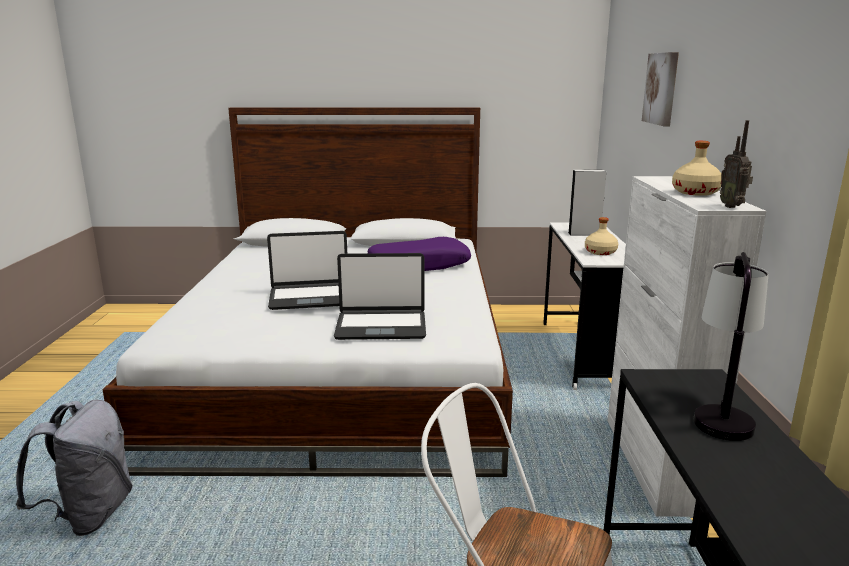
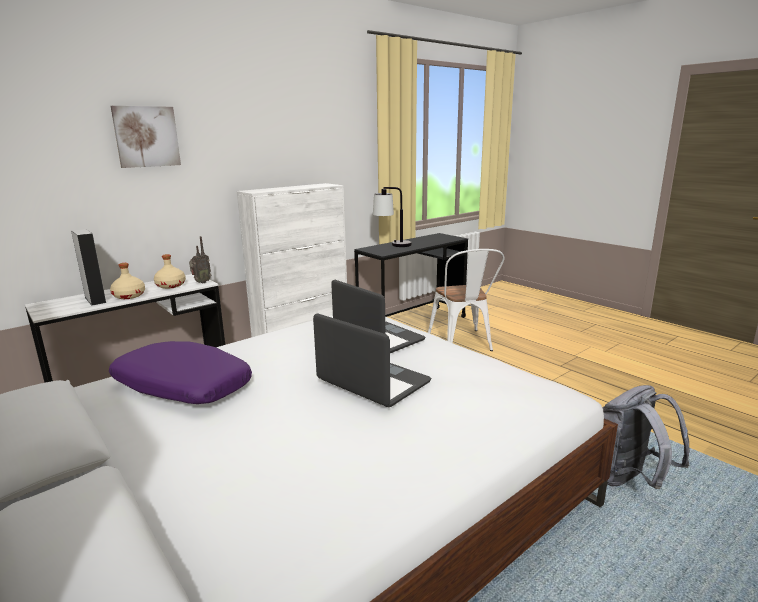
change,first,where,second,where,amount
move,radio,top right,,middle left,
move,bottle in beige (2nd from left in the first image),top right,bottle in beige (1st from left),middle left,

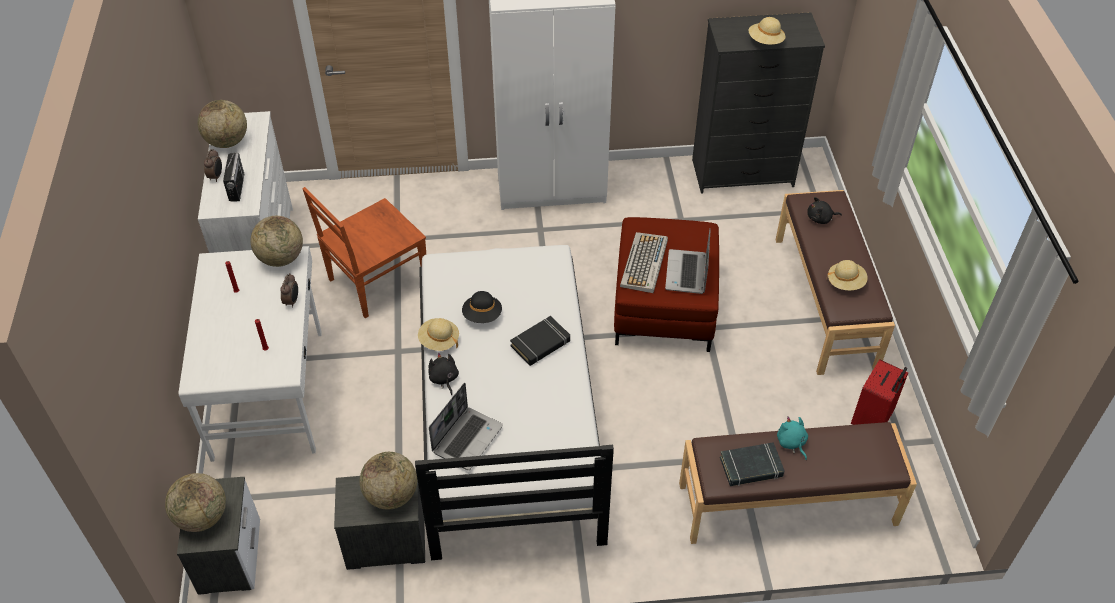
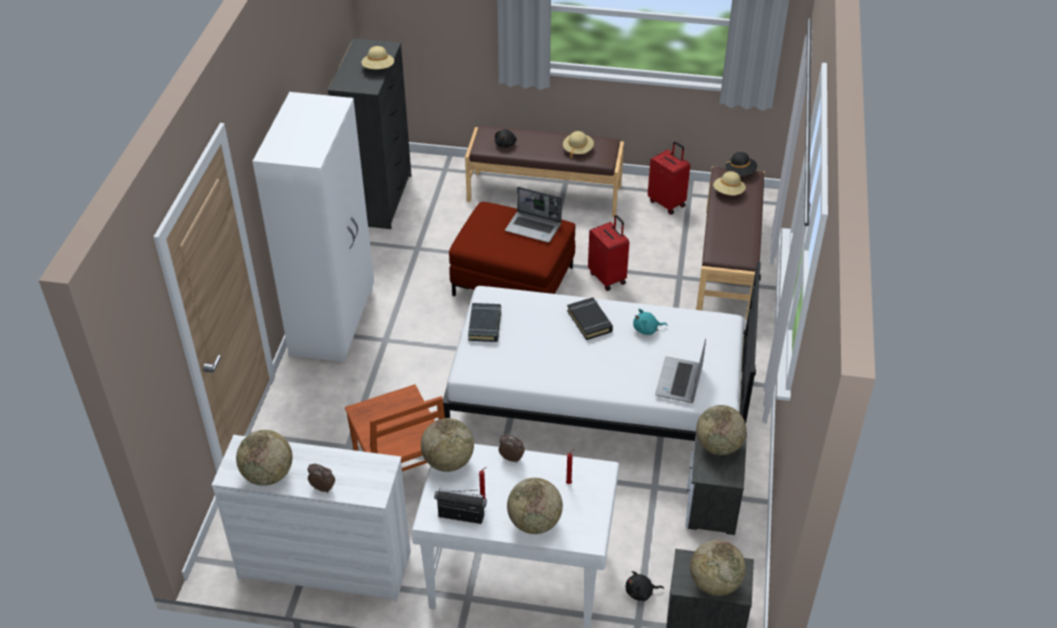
change,first,where,second,where,amount
move,radio,top left,,bottom centre,
delete,keyboard,centre,,,
move,hat in black,centre,,top right,
move,hat in beige (1st from left in the first image),centre,hat in beige (3rd from left),top right,
move,plush toy in black (1st from left in the first image),centre,plush toy in black (2nd from left),bottom centre,
rotate,laptop (1st from left in the first image),bottom centre,laptop (2nd from left),centre,120 degrees counterclockwise
move,plush toy in turquoise,bottom right,,centre,
move,book in black (2nd from left in the first image),bottom right,book in black (1st from left),centre,
insert,,,suitcase in red (1st from left),centre,
insert,,,globe (3rd from left),bottom centre,

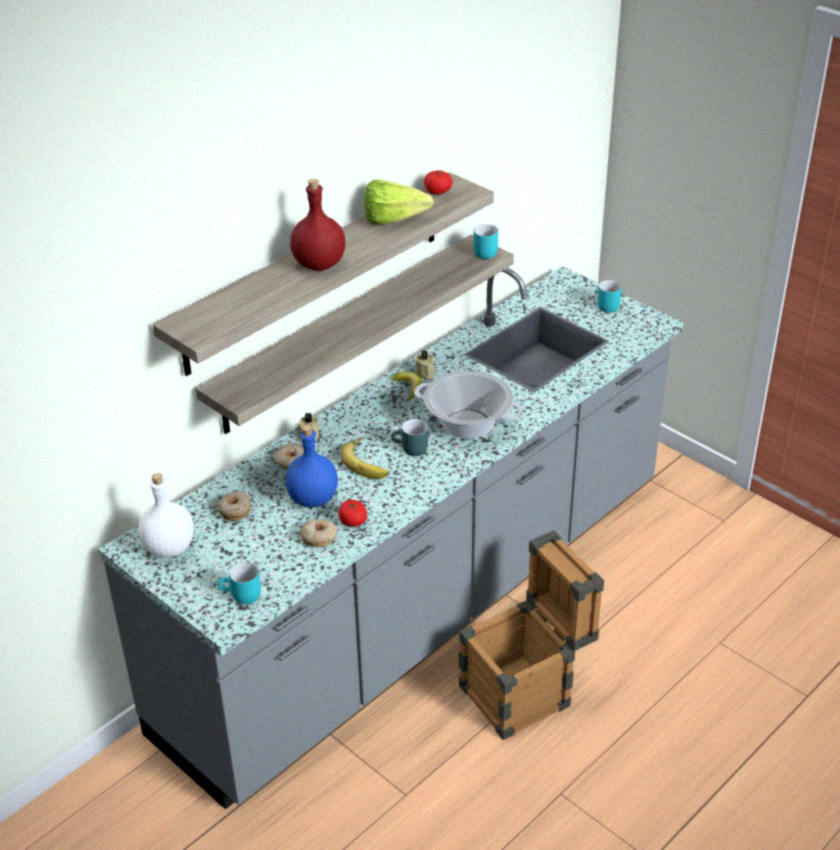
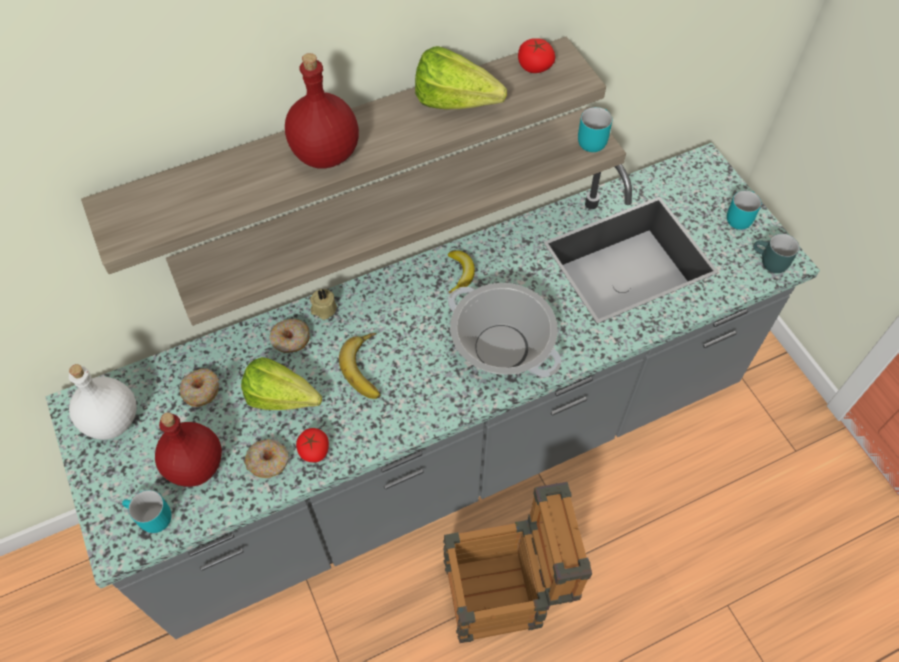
change,first,where,second,where,amount
delete,candle in beige (2nd from left),centre,,,
move,mug in turquoise (2nd from left in the first image),centre,mug in turquoise (4th from left),middle right,
replace,bottle in blue,centre,lettuce (1st from left),middle left,
insert,,,bottle in red (1st from left),bottom left,

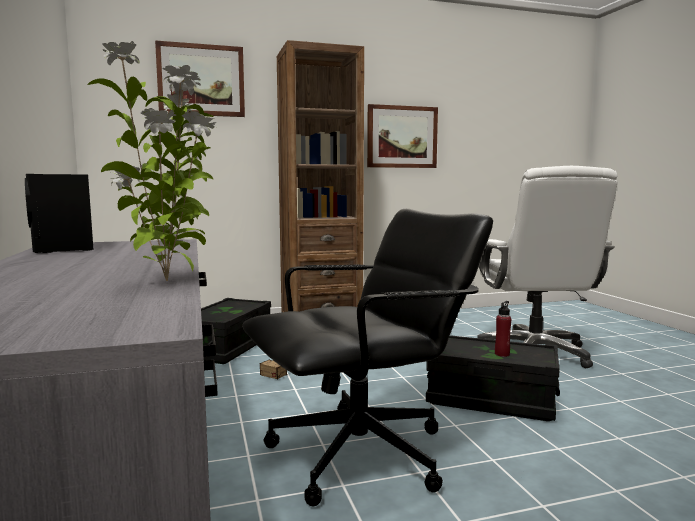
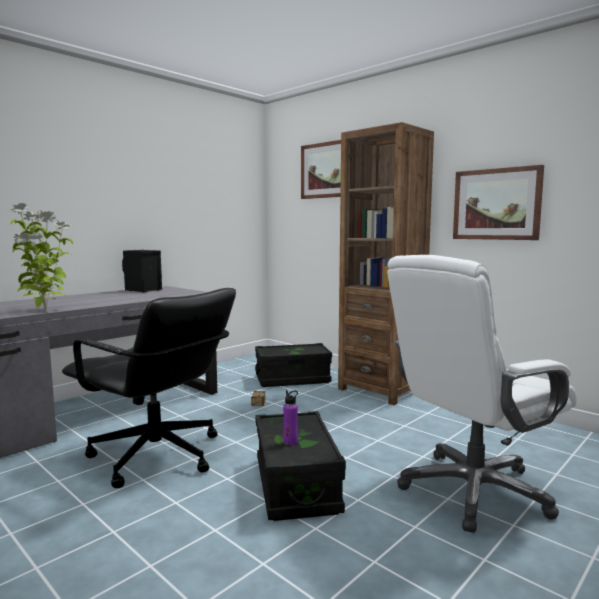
change,first,where,second,where,amount
recolor,bottle in red,middle right,bottle in purple,bottom centre,

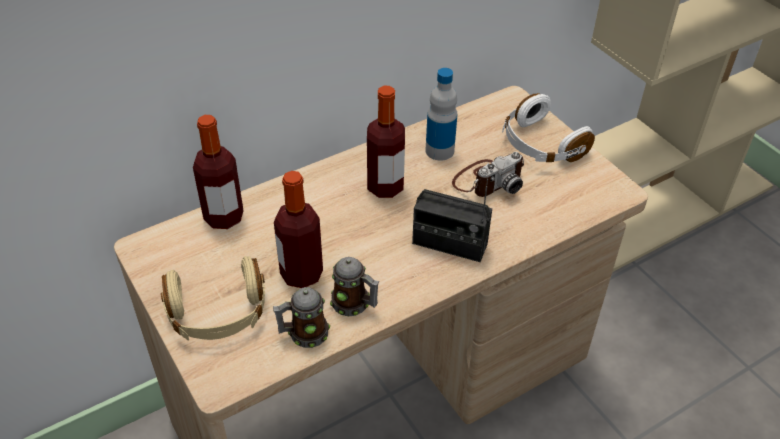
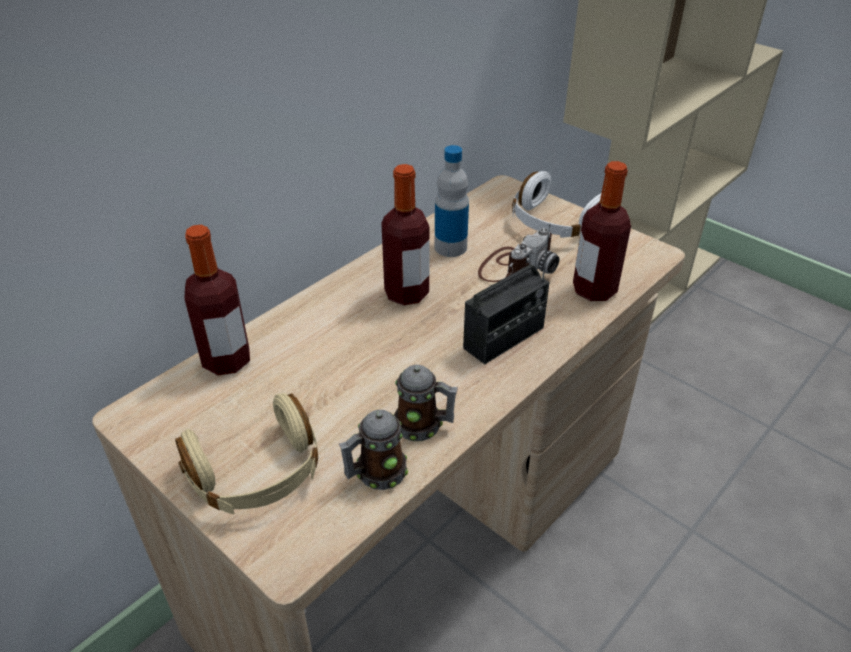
change,first,where,second,where,amount
move,bottle (2nd from left in the first image),centre,bottle (4th from left),middle right,
rotate,radio,centre,,centre,45 degrees counterclockwise

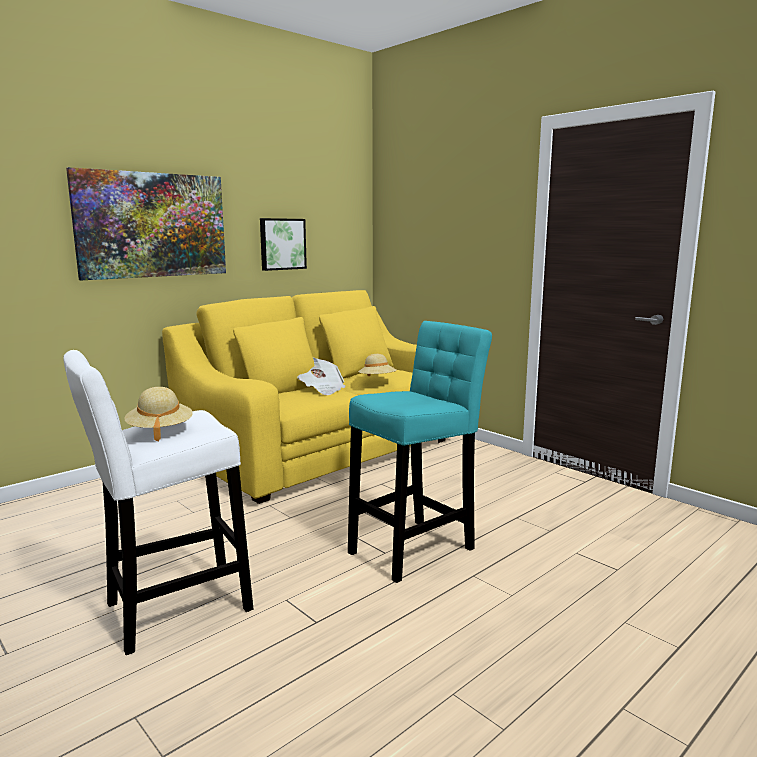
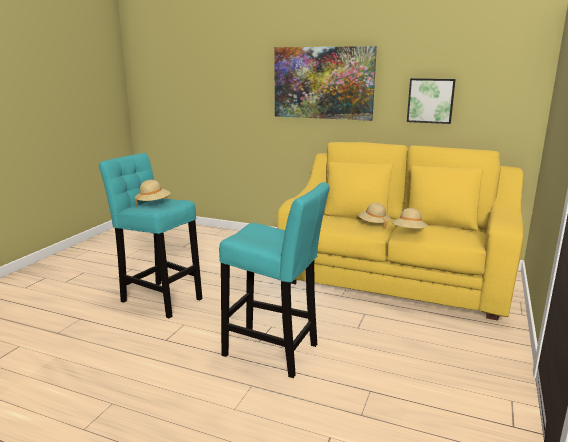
change,first,where,second,where,amount
recolor,stool in white,middle left,stool in turquoise (1st from left),middle left,
replace,newspaper,centre,hat in beige (2nd from left),centre,

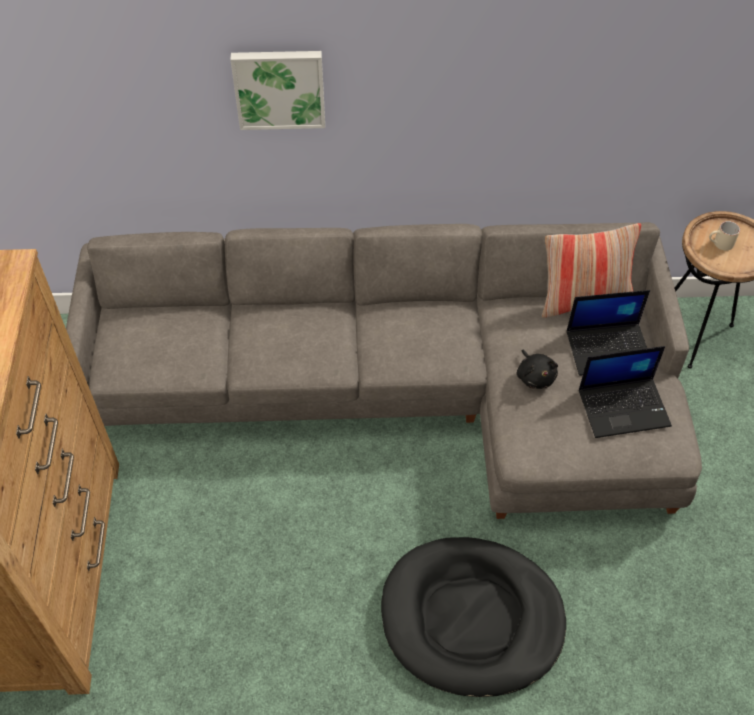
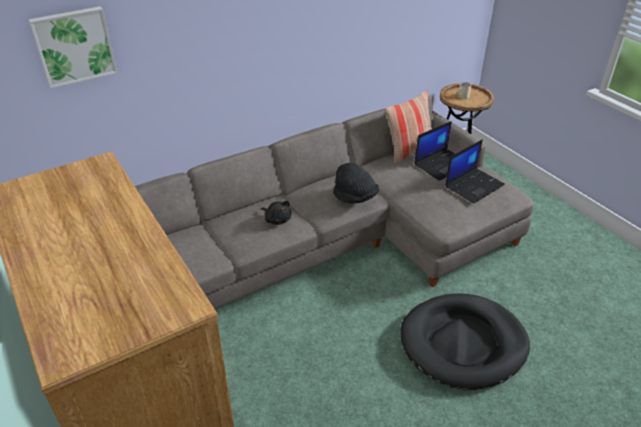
change,first,where,second,where,amount
move,picture,top centre,,top left,
move,plush toy in black,middle right,,centre,
insert,,,hat in black,centre,

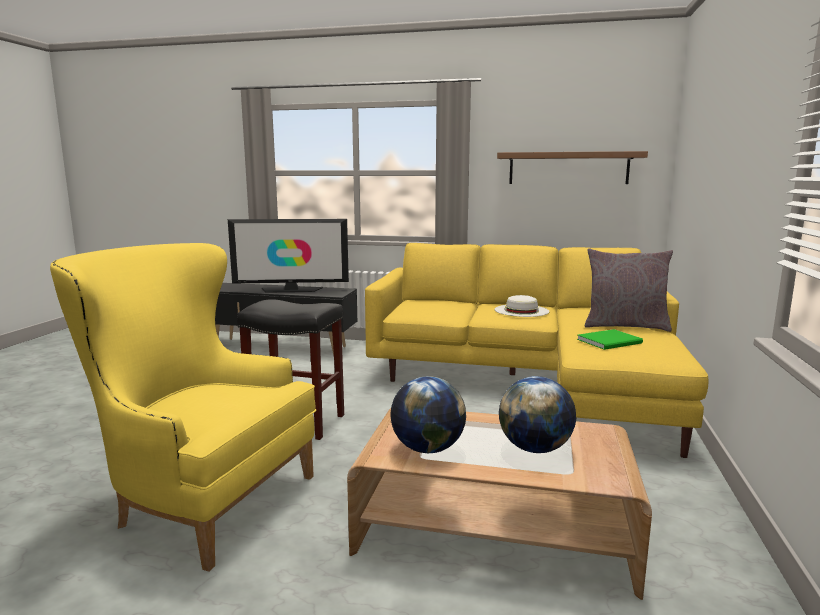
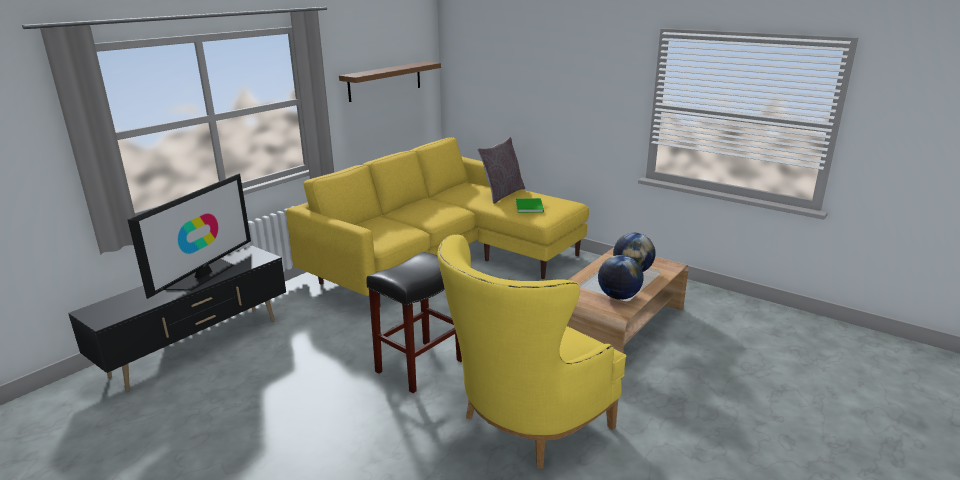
change,first,where,second,where,amount
delete,hat in white,centre,,,

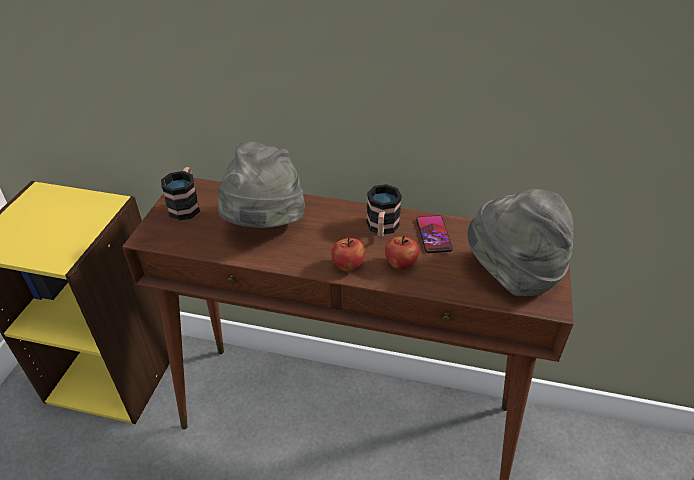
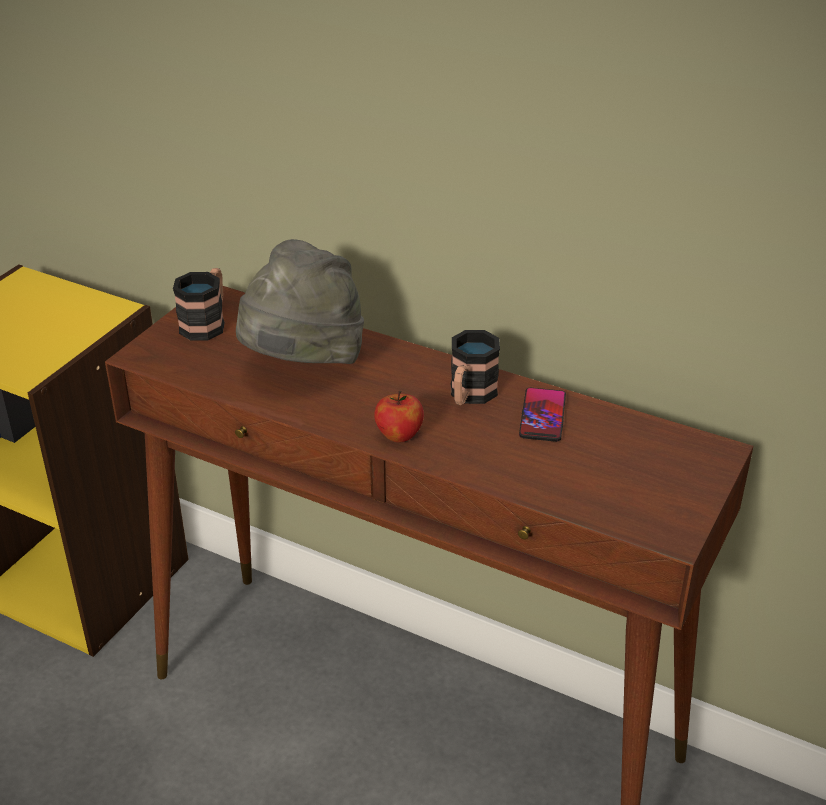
change,first,where,second,where,amount
delete,hat in grey (2nd from left),middle right,,,
delete,apple (2nd from left),centre,,,

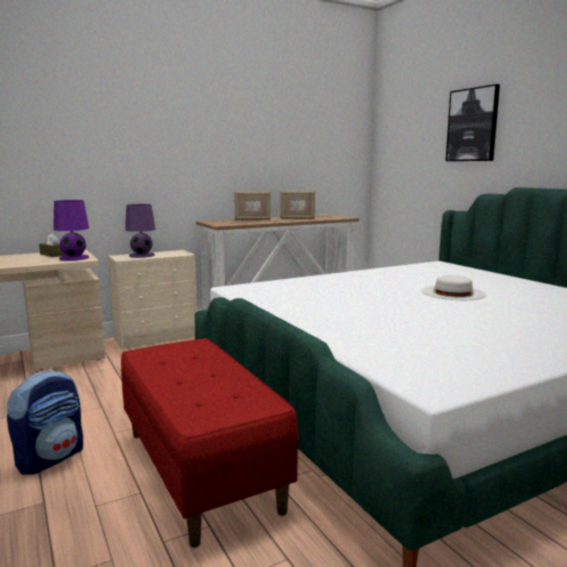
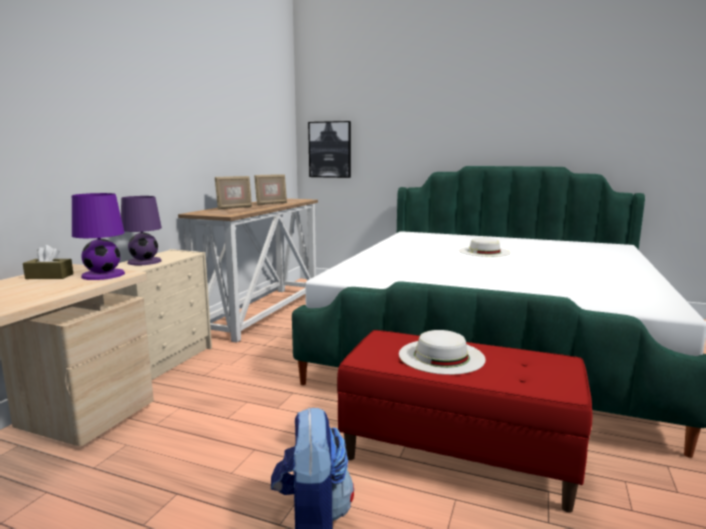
change,first,where,second,where,amount
move,picture,top right,,top centre,
insert,,,hat in white (1st from left),centre,

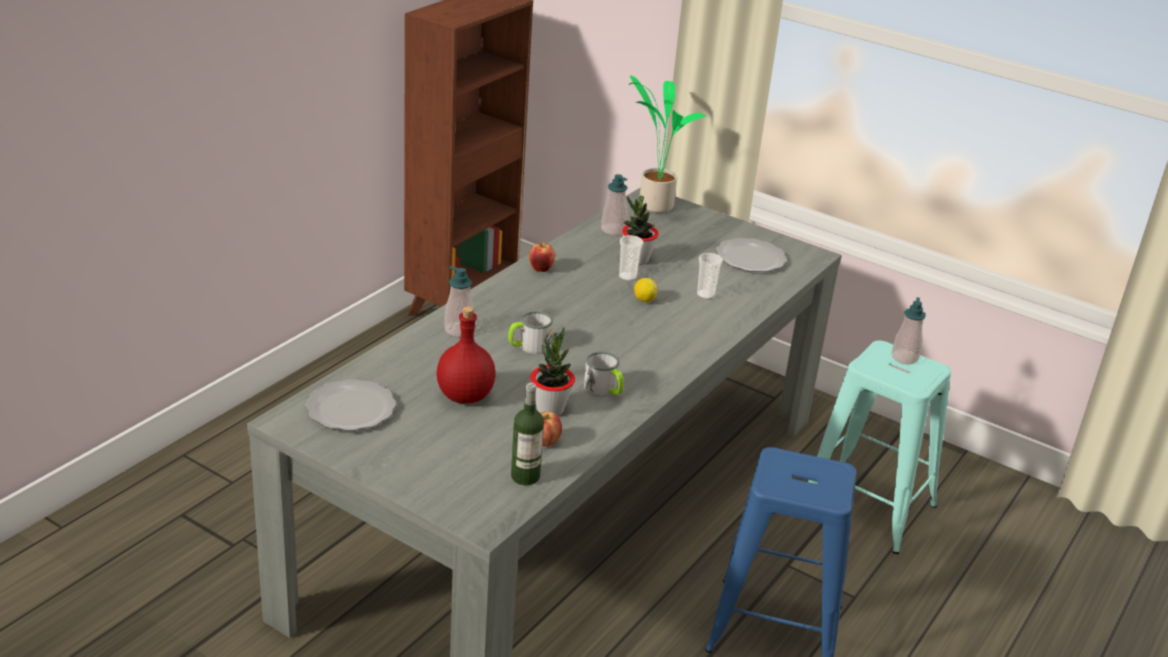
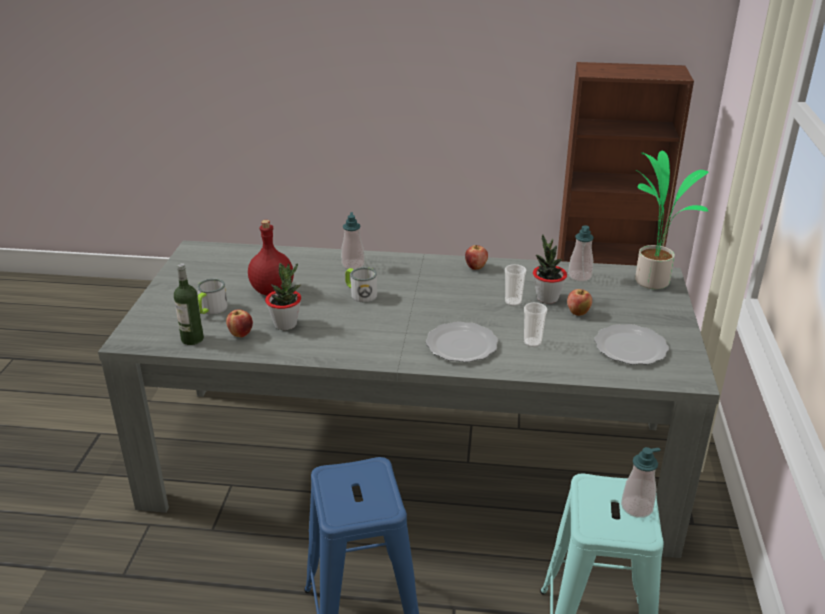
change,first,where,second,where,amount
delete,lemon,centre,,,
move,mug (2nd from left in the first image),centre,mug (1st from left),middle left,
move,plate (1st from left),middle left,,centre,
insert,,,apple (3rd from left),middle right,

